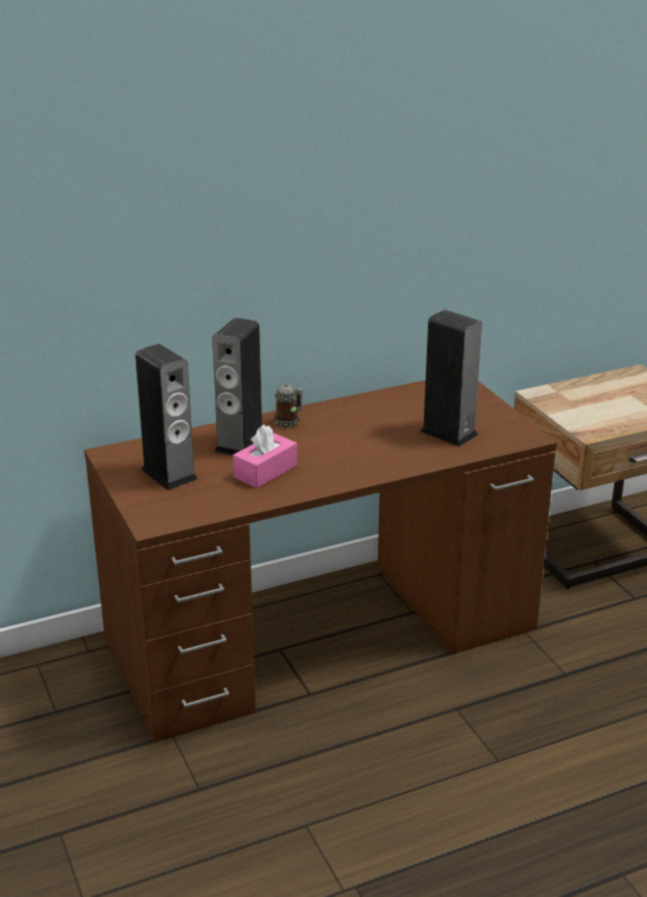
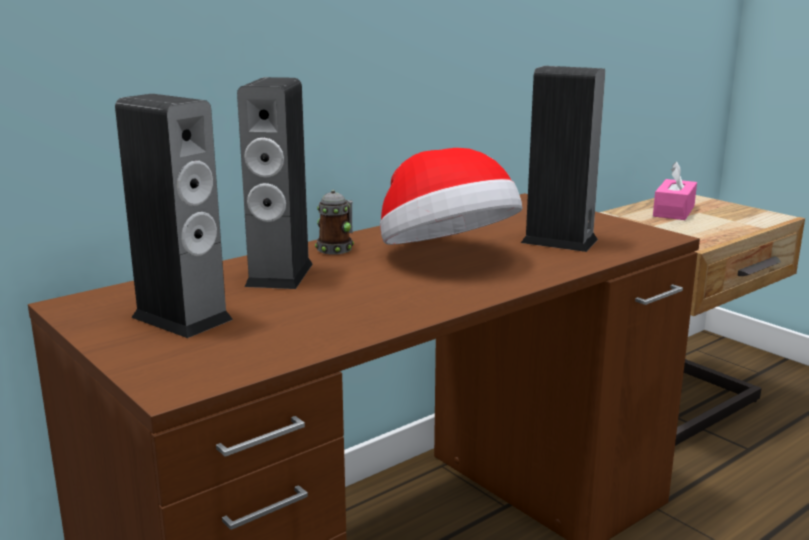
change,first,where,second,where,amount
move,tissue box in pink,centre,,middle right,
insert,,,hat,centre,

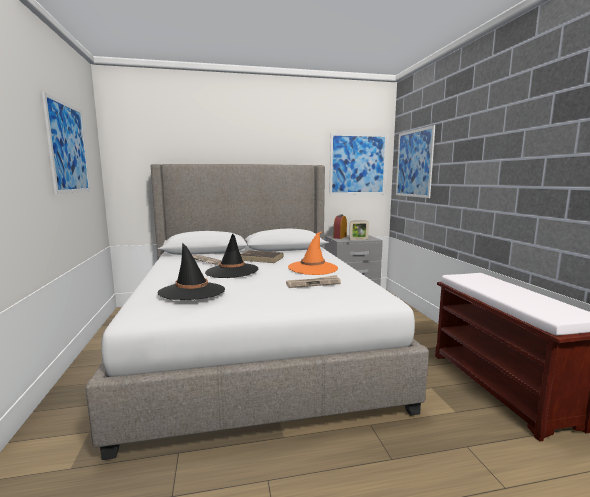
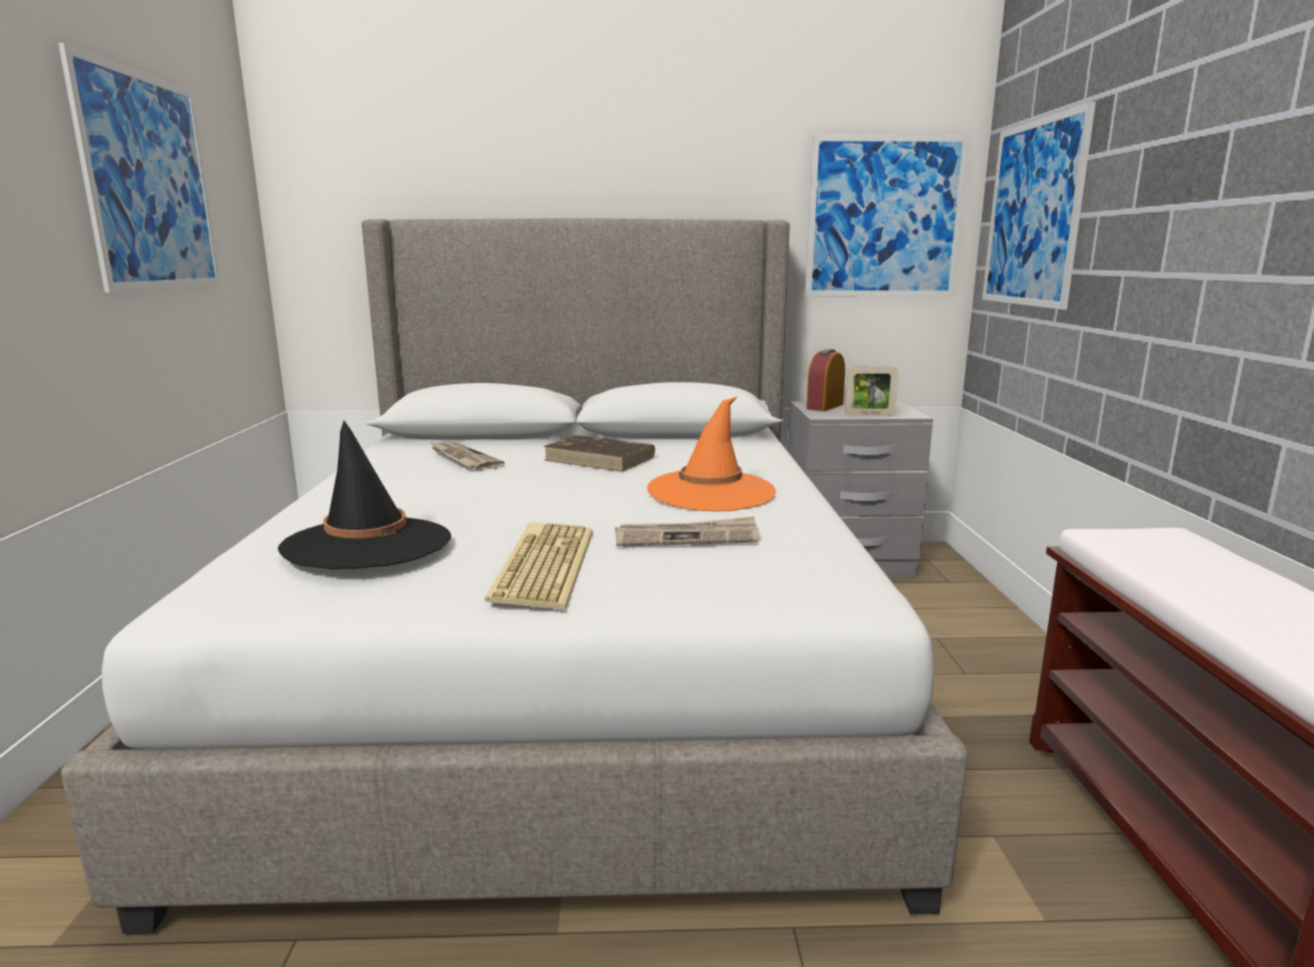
change,first,where,second,where,amount
delete,hat in black (2nd from left),centre,,,
insert,,,keyboard,centre,

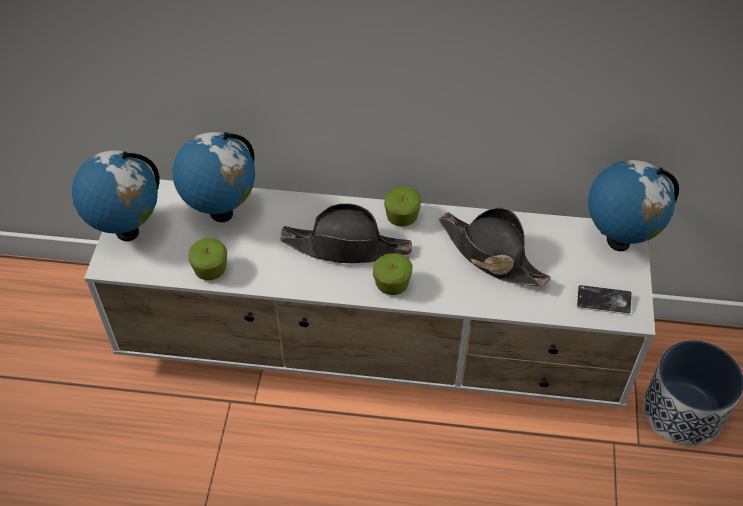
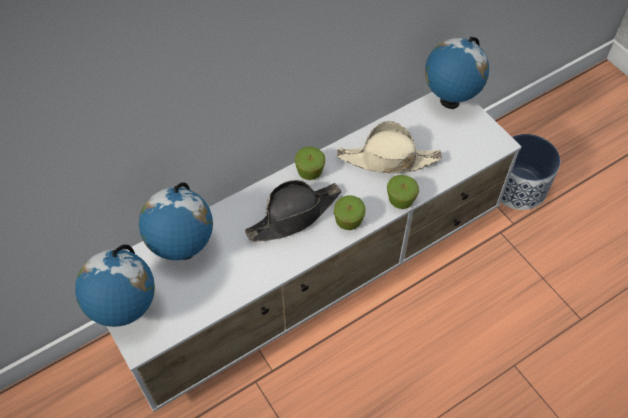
change,first,where,second,where,amount
recolor,hat in black (2nd from left),centre,hat in beige,centre,
move,apple (1st from left in the first image),middle left,apple (3rd from left),centre,
delete,phone,middle right,,,

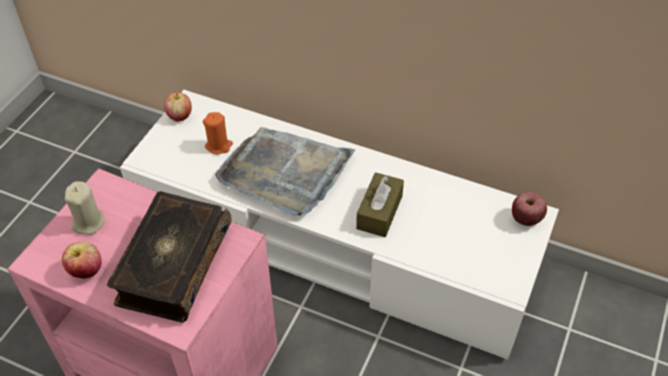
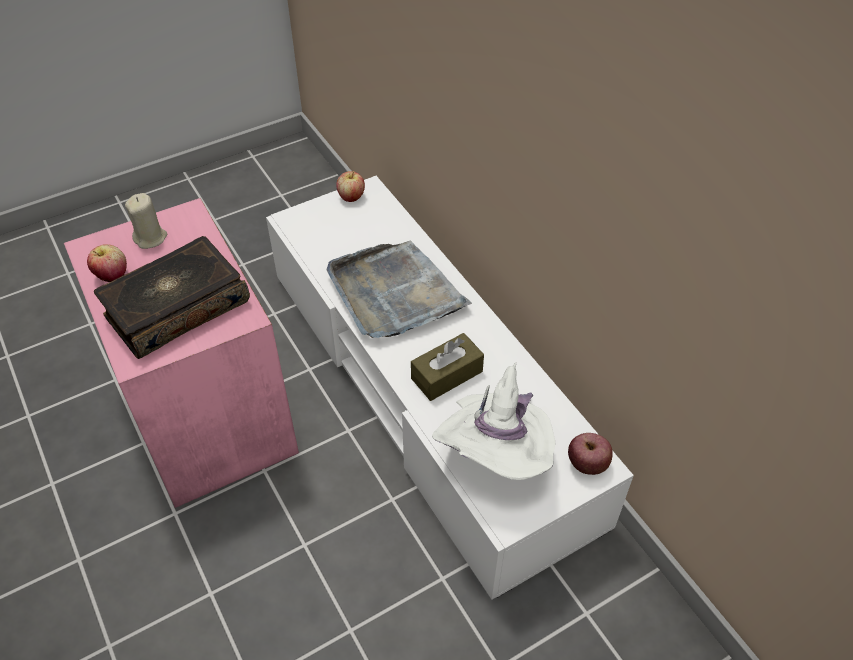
change,first,where,second,where,amount
delete,candle in orange,middle left,,,
insert,,,hat in white,centre,

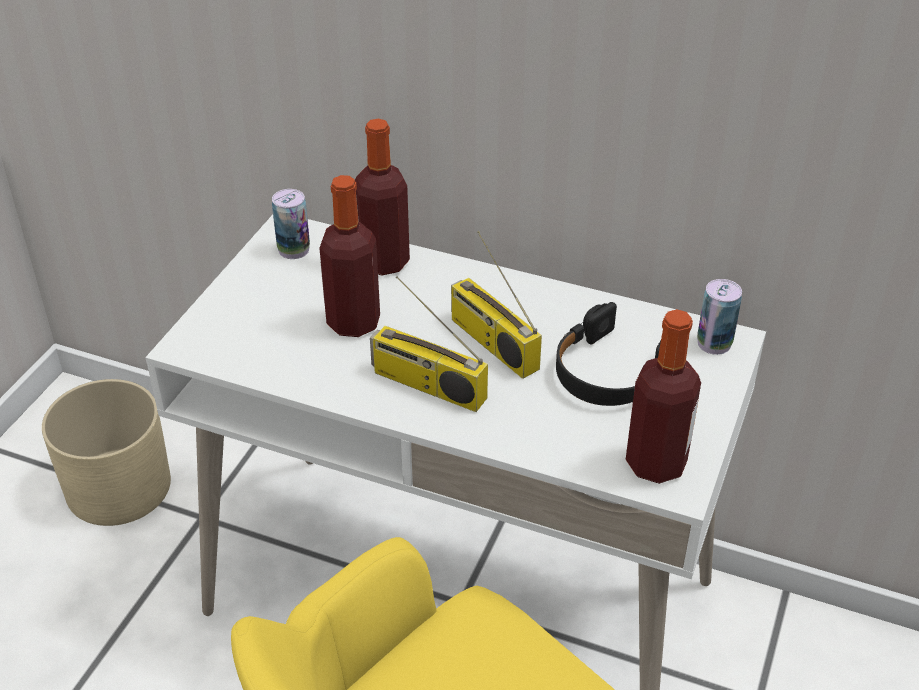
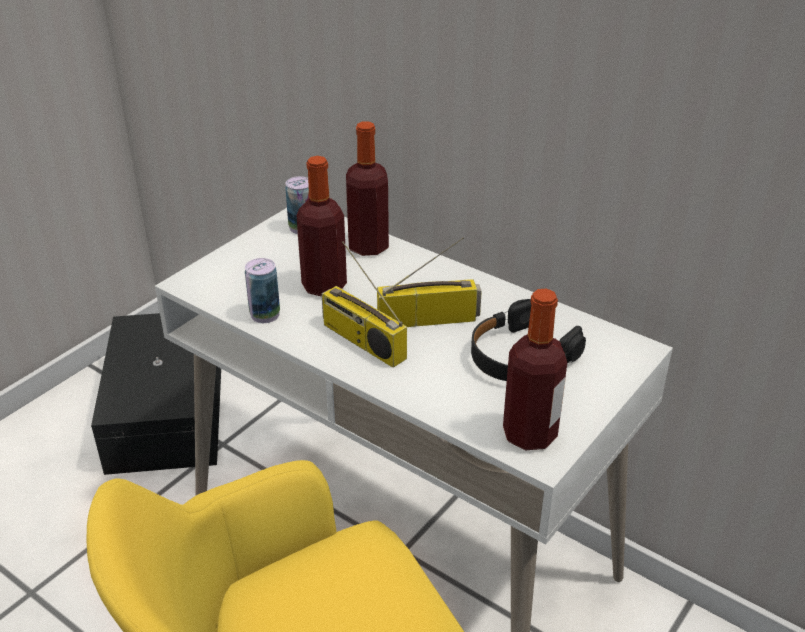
change,first,where,second,where,amount
rotate,radio (2nd from left),centre,,centre,105 degrees clockwise
move,can (2nd from left in the first image),middle right,can (1st from left),middle left,
replace,planter in beige,middle left,storage box in black,middle left,

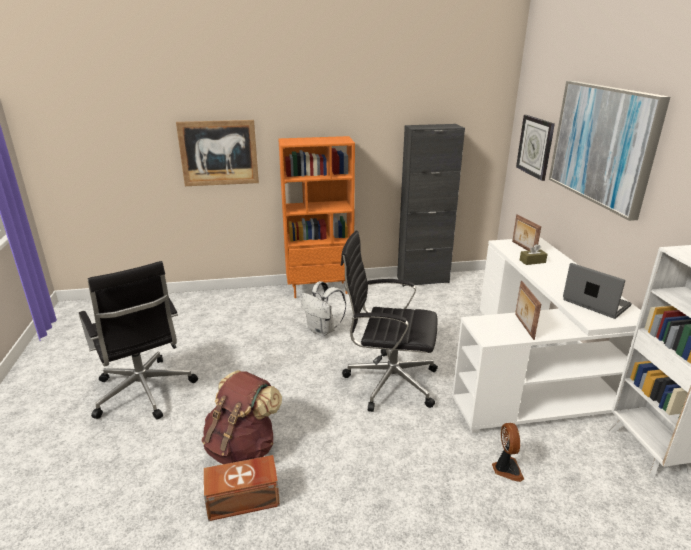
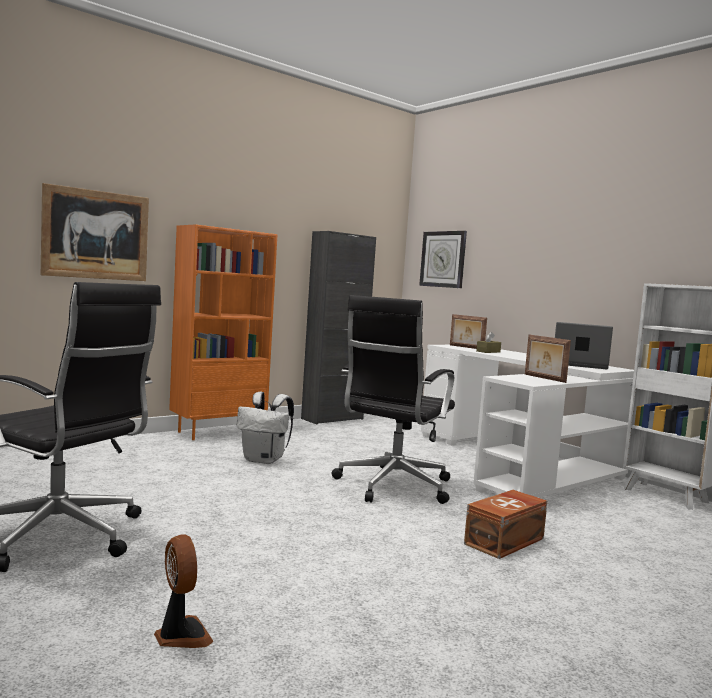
change,first,where,second,where,amount
delete,picture (2nd from left),top right,,,
rotate,office chair in black (2nd from left),centre,,centre,45 degrees counterclockwise
delete,backpack in brown,bottom centre,,,
move,fan,bottom right,,bottom left,
move,storage box in brown,bottom centre,,bottom right,

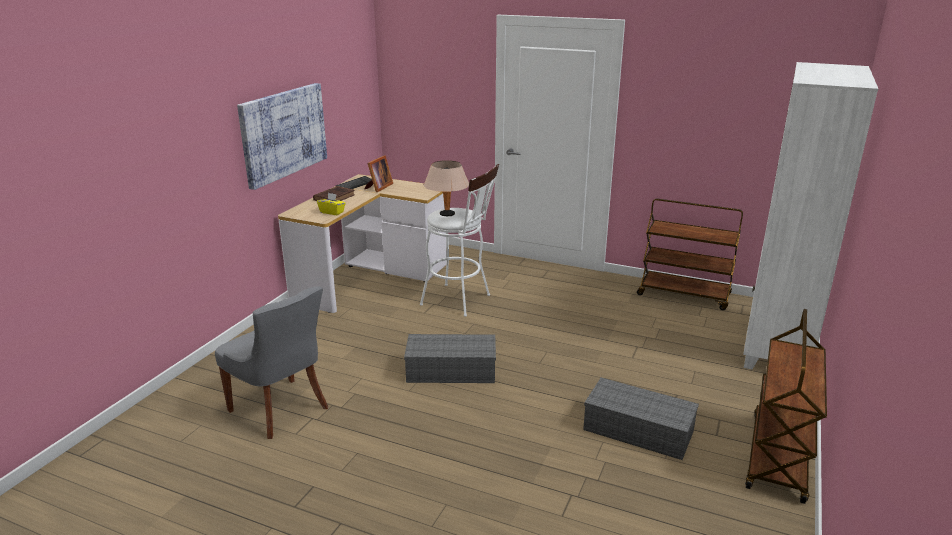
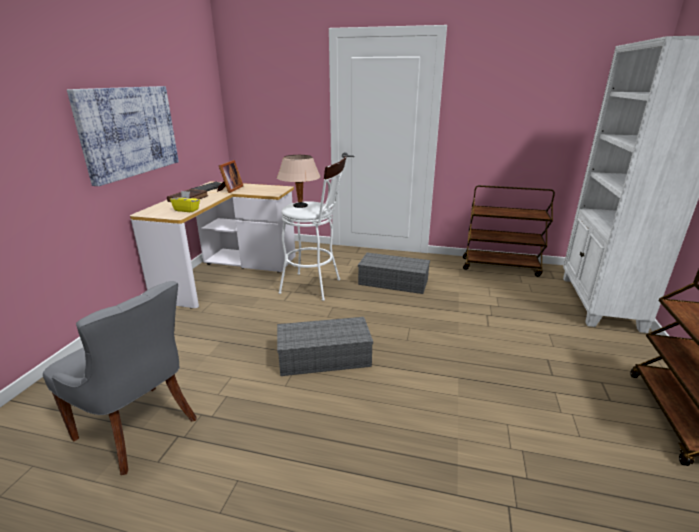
change,first,where,second,where,amount
move,storage box in grey (2nd from left),bottom right,,centre,

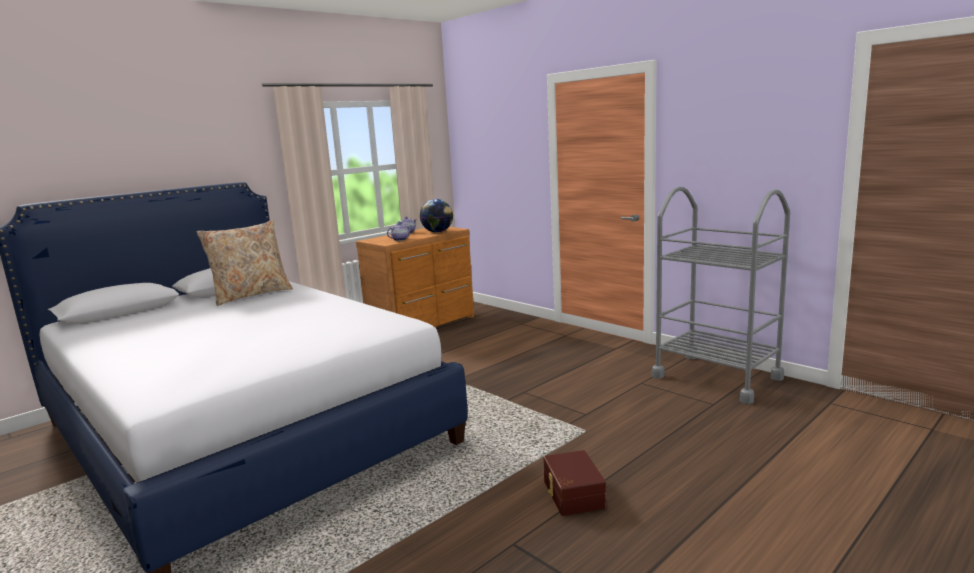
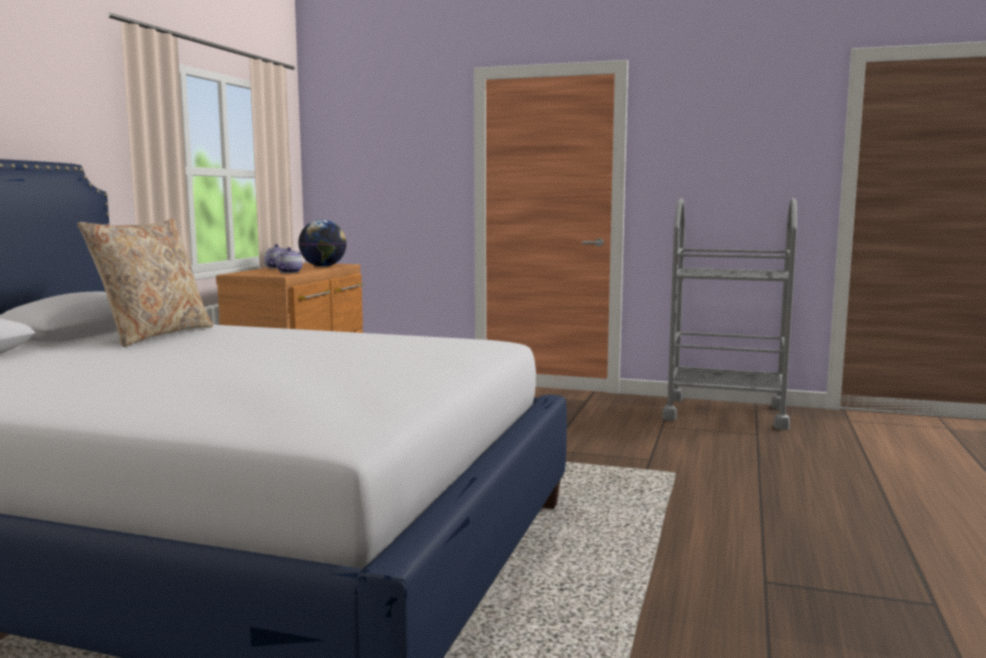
change,first,where,second,where,amount
delete,storage box in brown,bottom centre,,,

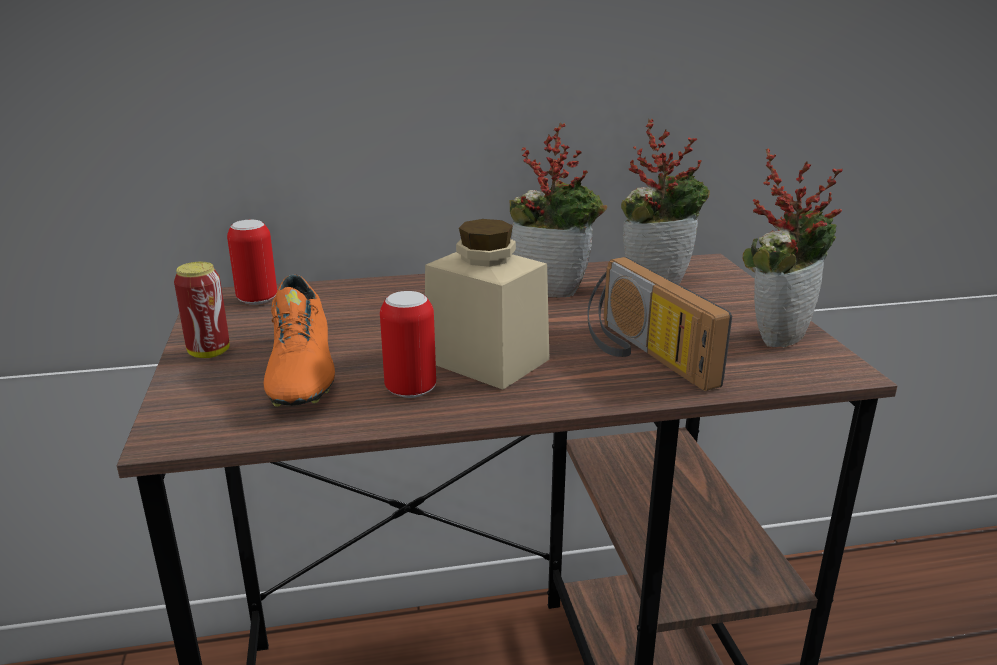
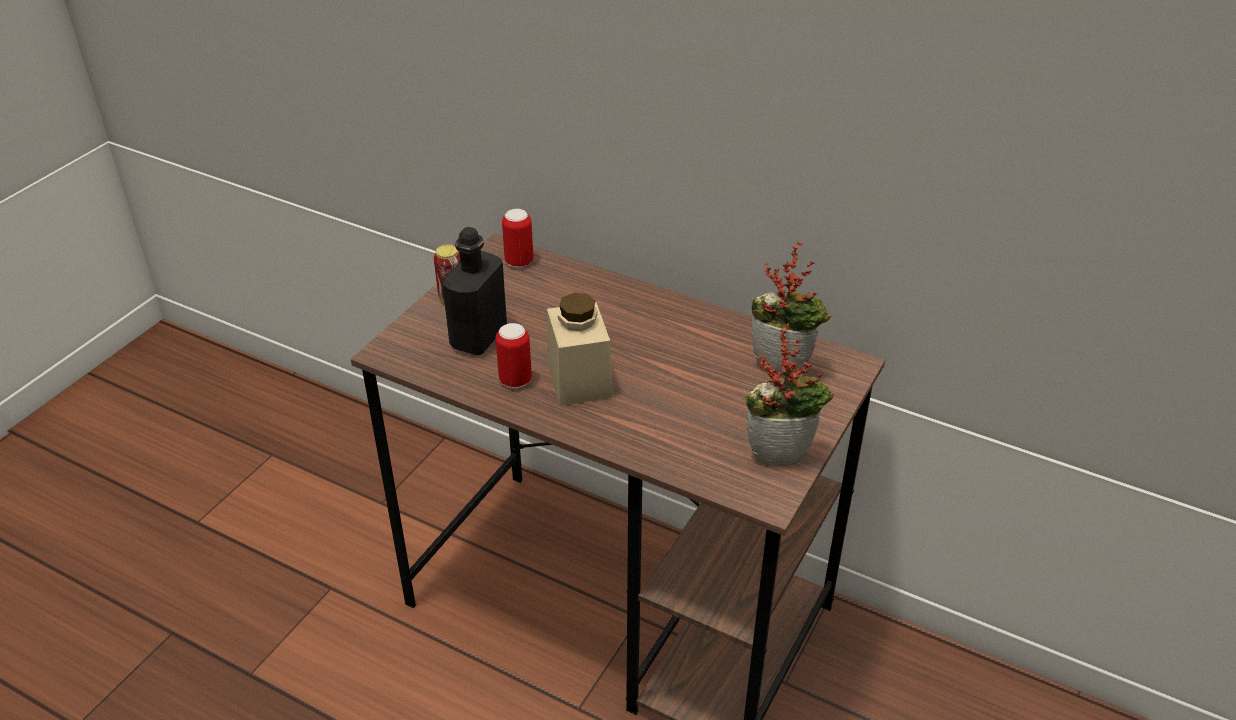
change,first,where,second,where,amount
delete,potted plant (1st from left),top centre,,,
delete,radio,centre,,,
replace,shoe in orange,middle left,bottle in black,centre,

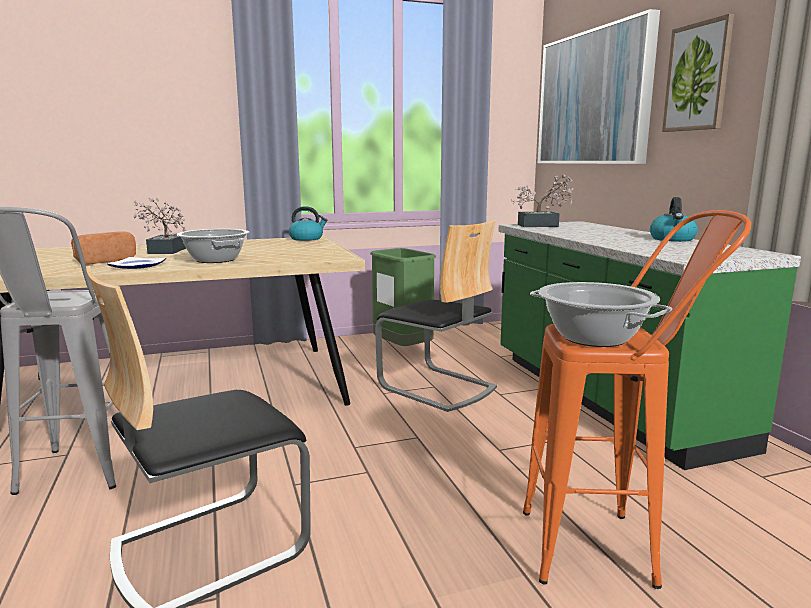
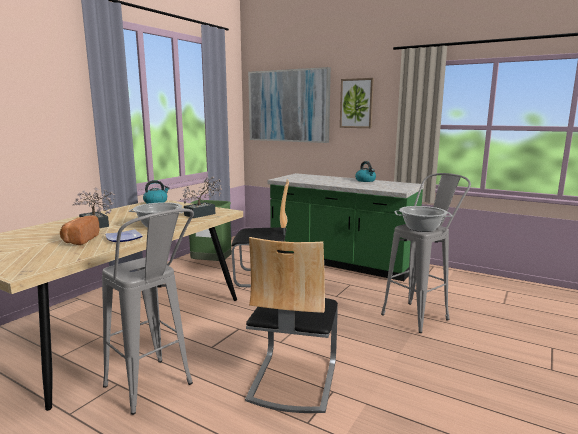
change,first,where,second,where,amount
move,potted plant (2nd from left),top right,,centre,
recolor,stool in orange,middle right,stool in grey (2nd from left),middle right,

